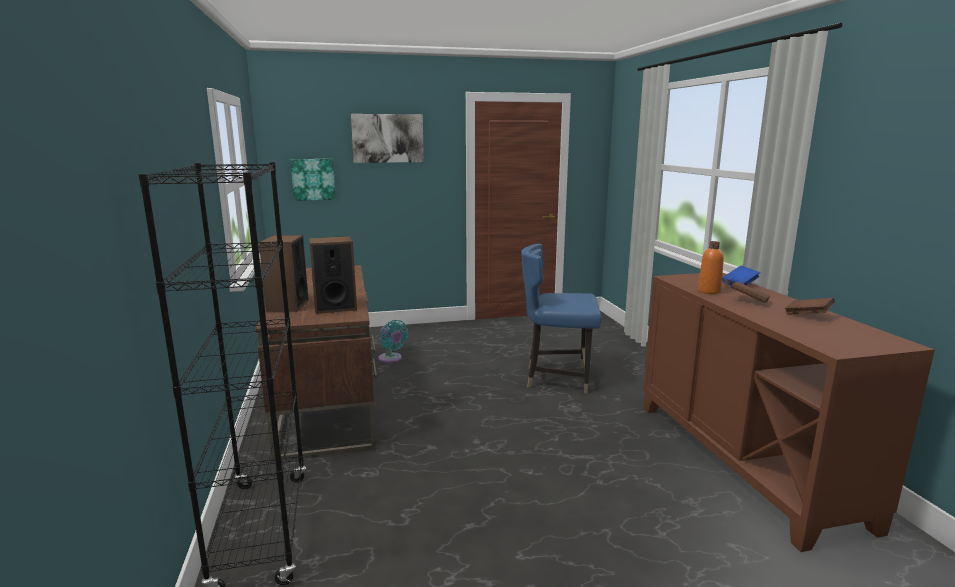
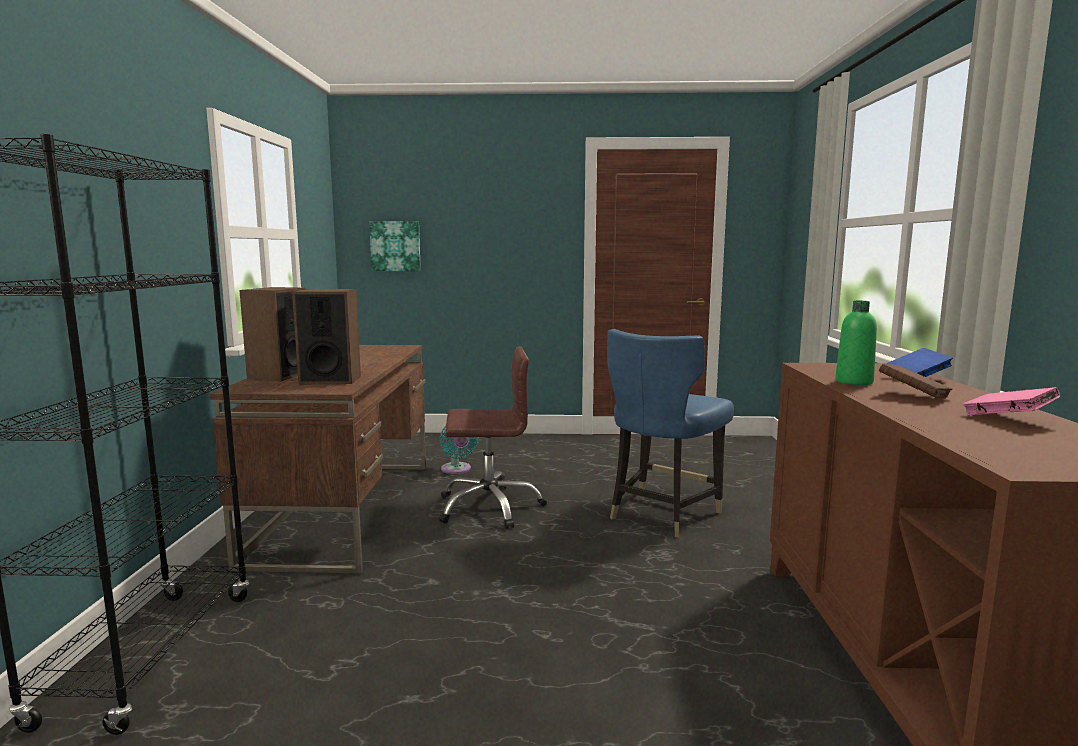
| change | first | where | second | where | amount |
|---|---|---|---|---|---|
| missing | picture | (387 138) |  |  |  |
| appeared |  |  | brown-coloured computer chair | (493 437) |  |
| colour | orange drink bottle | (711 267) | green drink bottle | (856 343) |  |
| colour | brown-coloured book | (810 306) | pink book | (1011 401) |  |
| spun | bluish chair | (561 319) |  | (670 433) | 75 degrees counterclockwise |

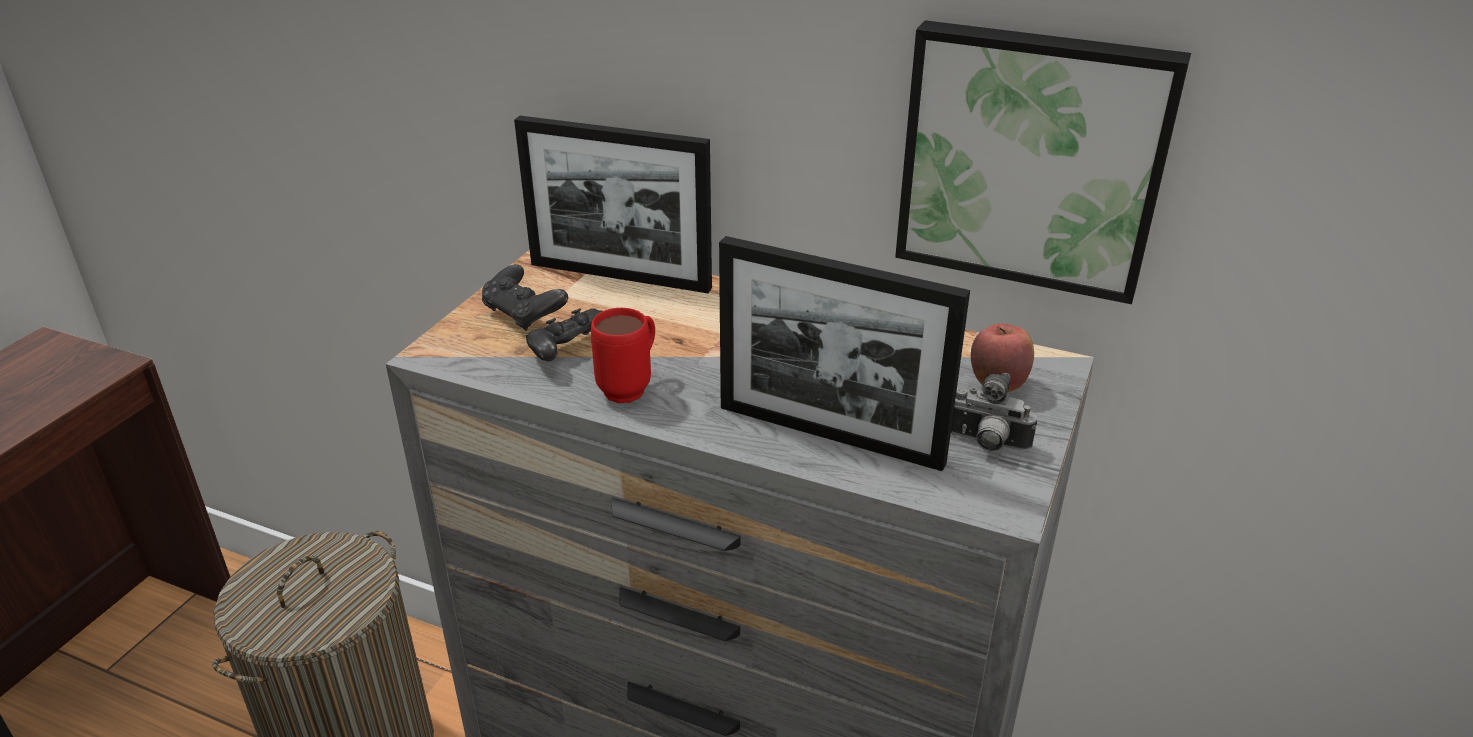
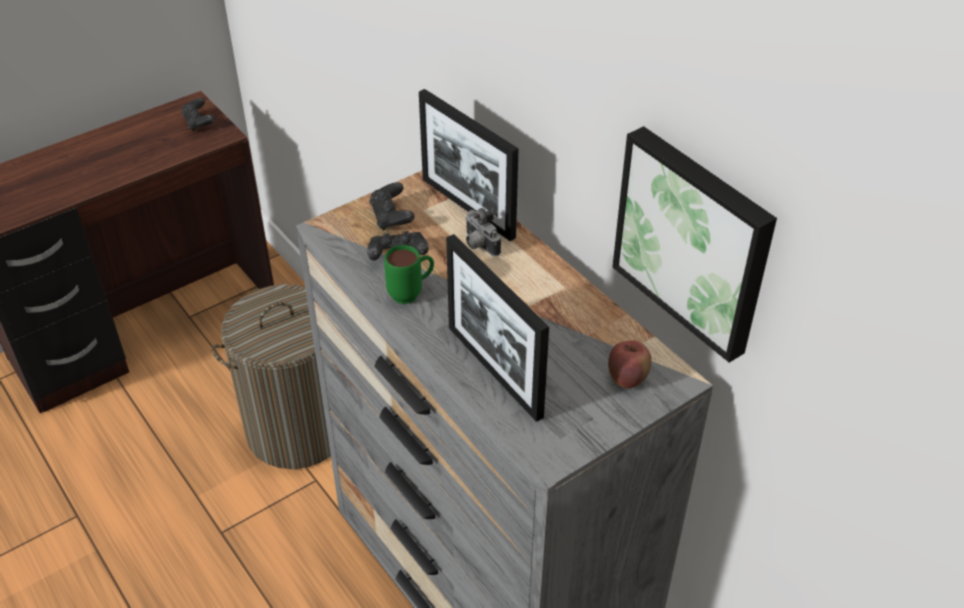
| change | first | where | second | where | amount |
|---|---|---|---|---|---|
| appeared |  |  | blackish gamepad | (198 114) |  |
| relocated | photo camera | (994 412) |  | (483 232) |  |
| colour | reddish tea mug | (623 355) | green tea mug | (409 274) |  |

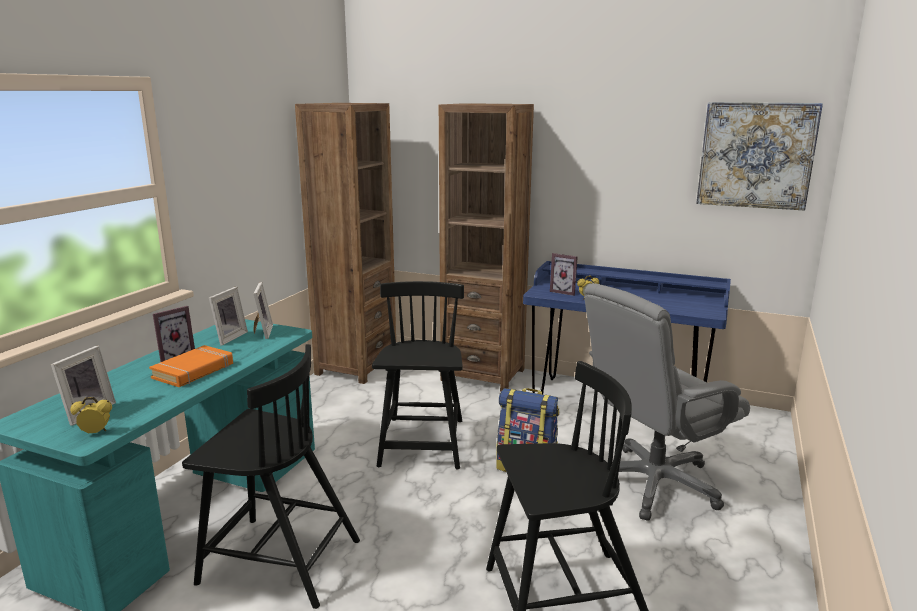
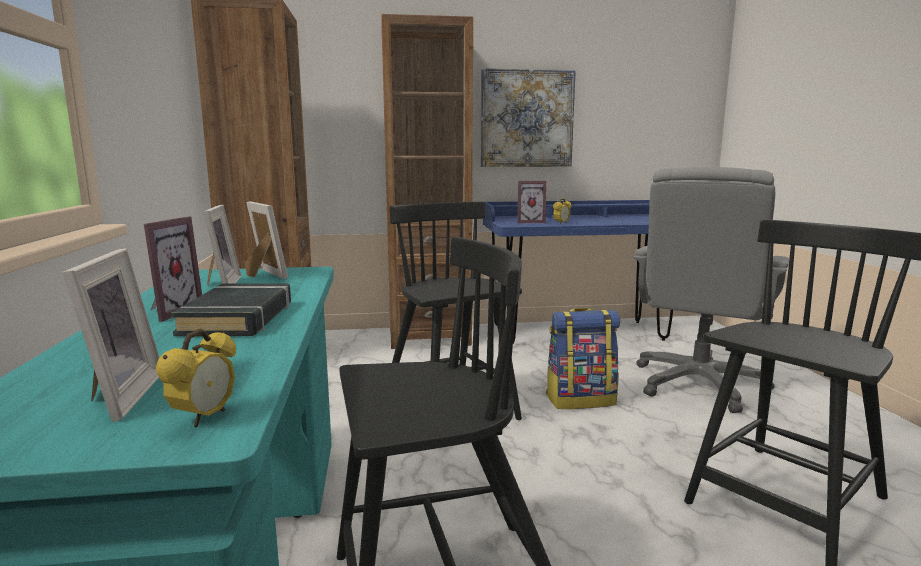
| change | first | where | second | where | amount |
|---|---|---|---|---|---|
| relocated | picture | (759 156) |  | (528 117) |  |
| colour | orange book | (191 366) | blackish book | (231 309) |  |
| spun | alarm clock | (91 415) |  | (196 378) | 150 degrees clockwise |

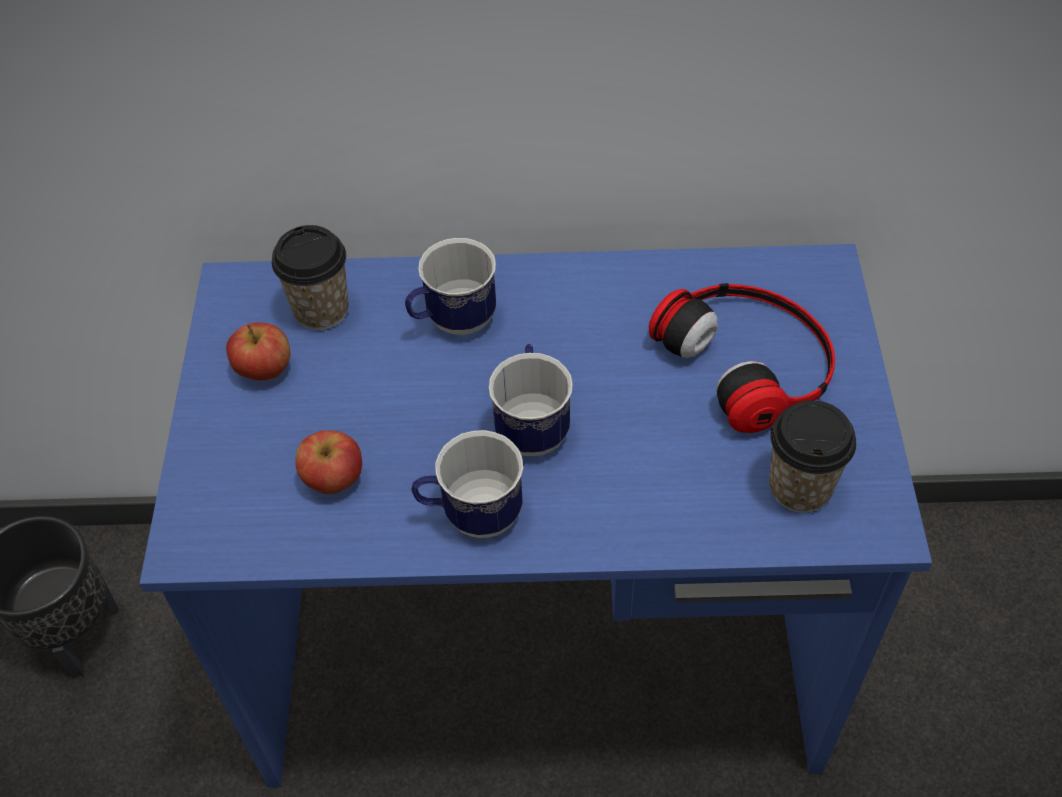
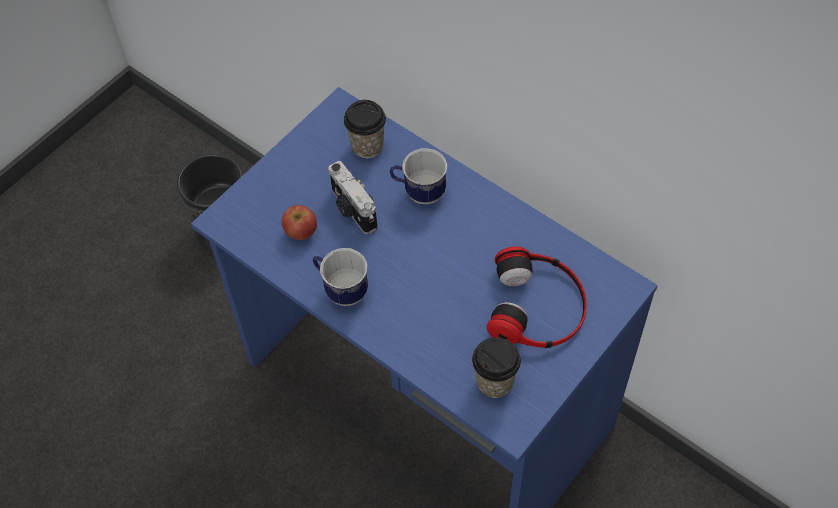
| change | first | where | second | where | amount |
|---|---|---|---|---|---|
| missing | apple fruit | (258 351) |  |  |  |
| missing | tea mug | (531 400) |  |  |  |
| appeared |  |  | photo camera | (353 197) |  |

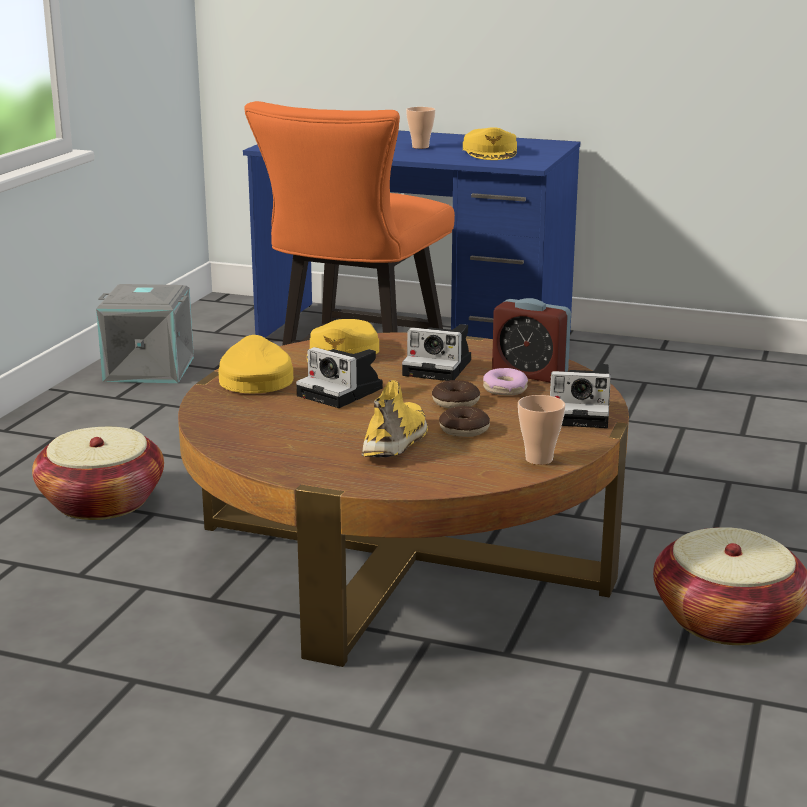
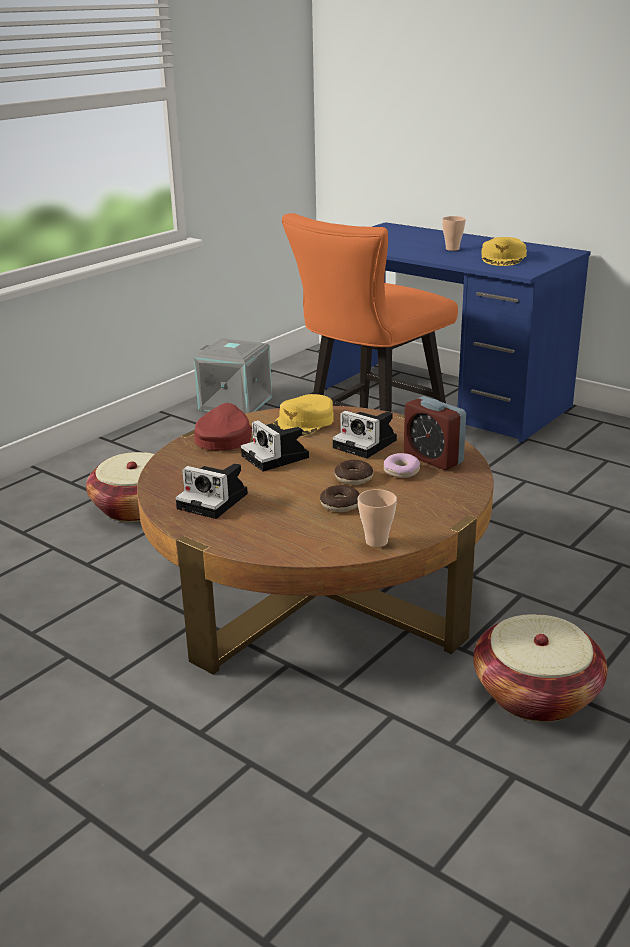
| change | first | where | second | where | amount |
|---|---|---|---|---|---|
| missing | yellow shoe | (394 418) |  |  |  |
| relocated | photo camera | (580 396) |  | (211 491) |  |
| colour | yellow peaked cap | (255 364) | reddish peaked cap | (223 427) |  |

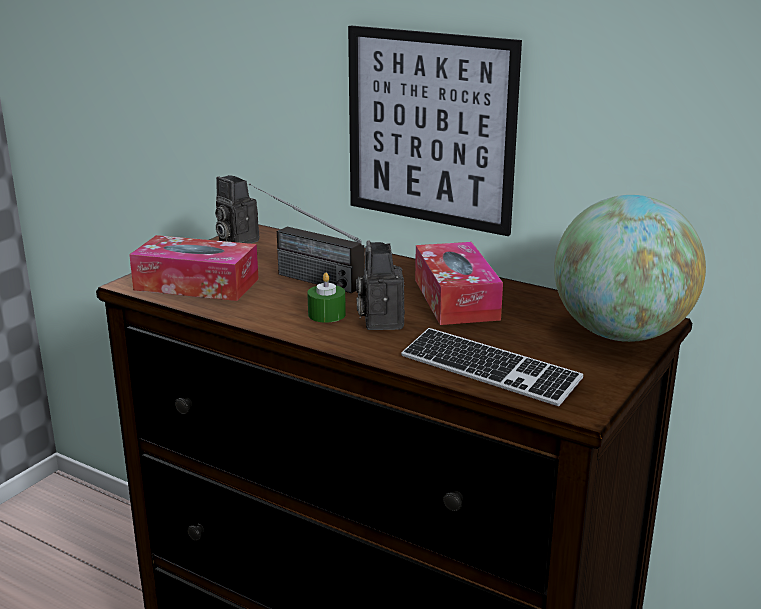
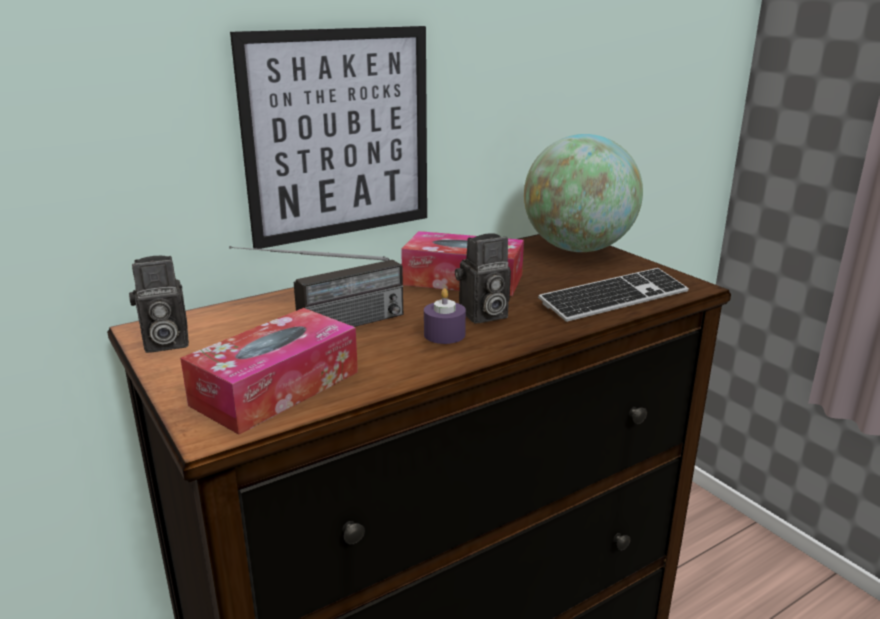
| change | first | where | second | where | amount |
|---|---|---|---|---|---|
| colour | green wax light | (326 298) | purple wax light | (445 316) |  |
| spun | photo camera | (380 285) |  | (483 278) | 45 degrees counterclockwise |

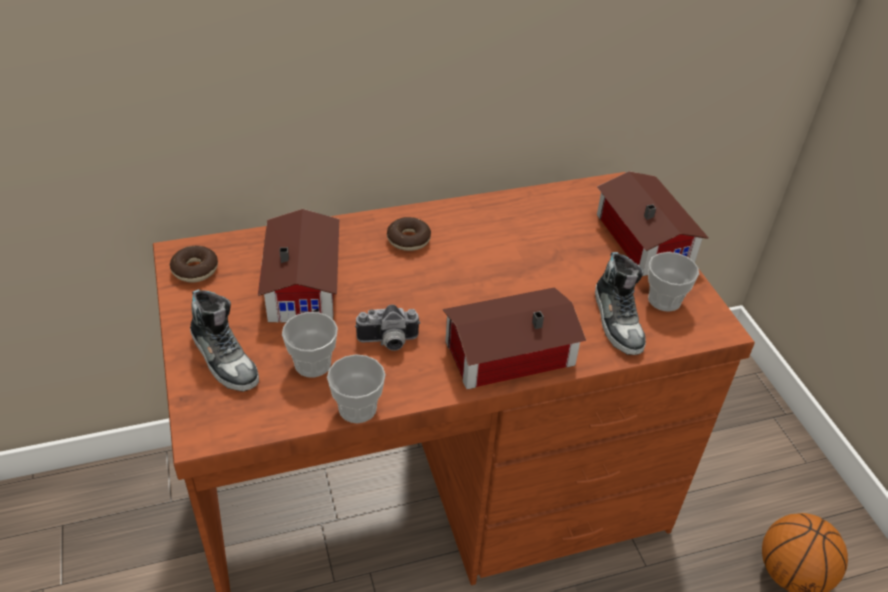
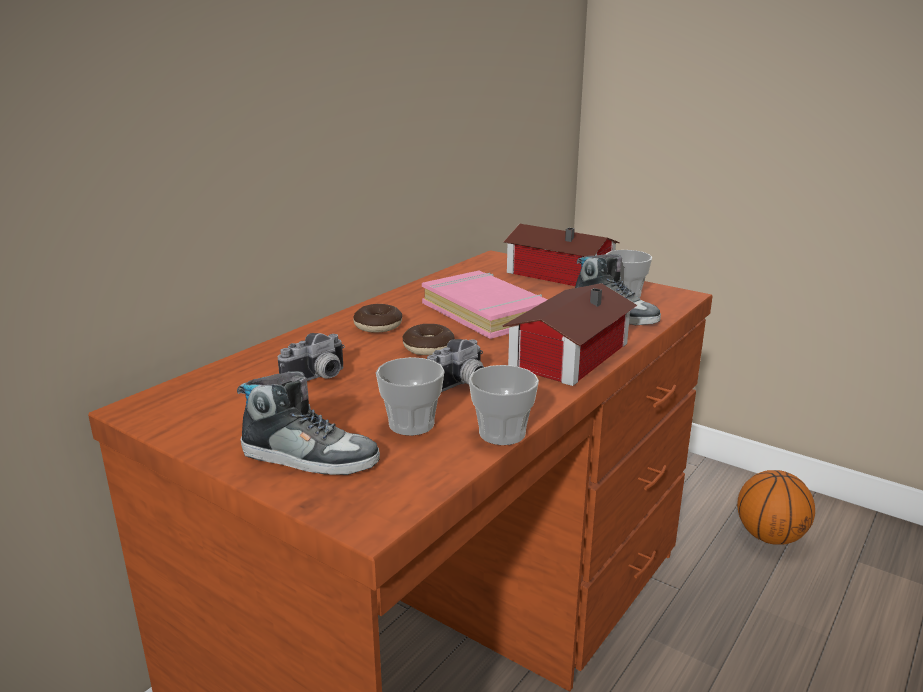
| change | first | where | second | where | amount |
|---|---|---|---|---|---|
| appeared |  |  | pink book | (485 305) |  |
| relocated | ring doughnut | (194 264) |  | (428 339) |  |
| exchanged | miniature house | (298 265) | photo camera | (311 357) |  |

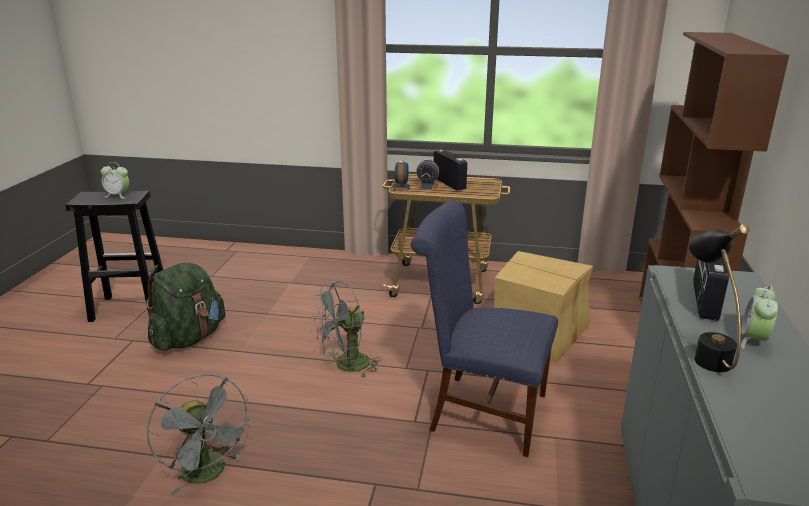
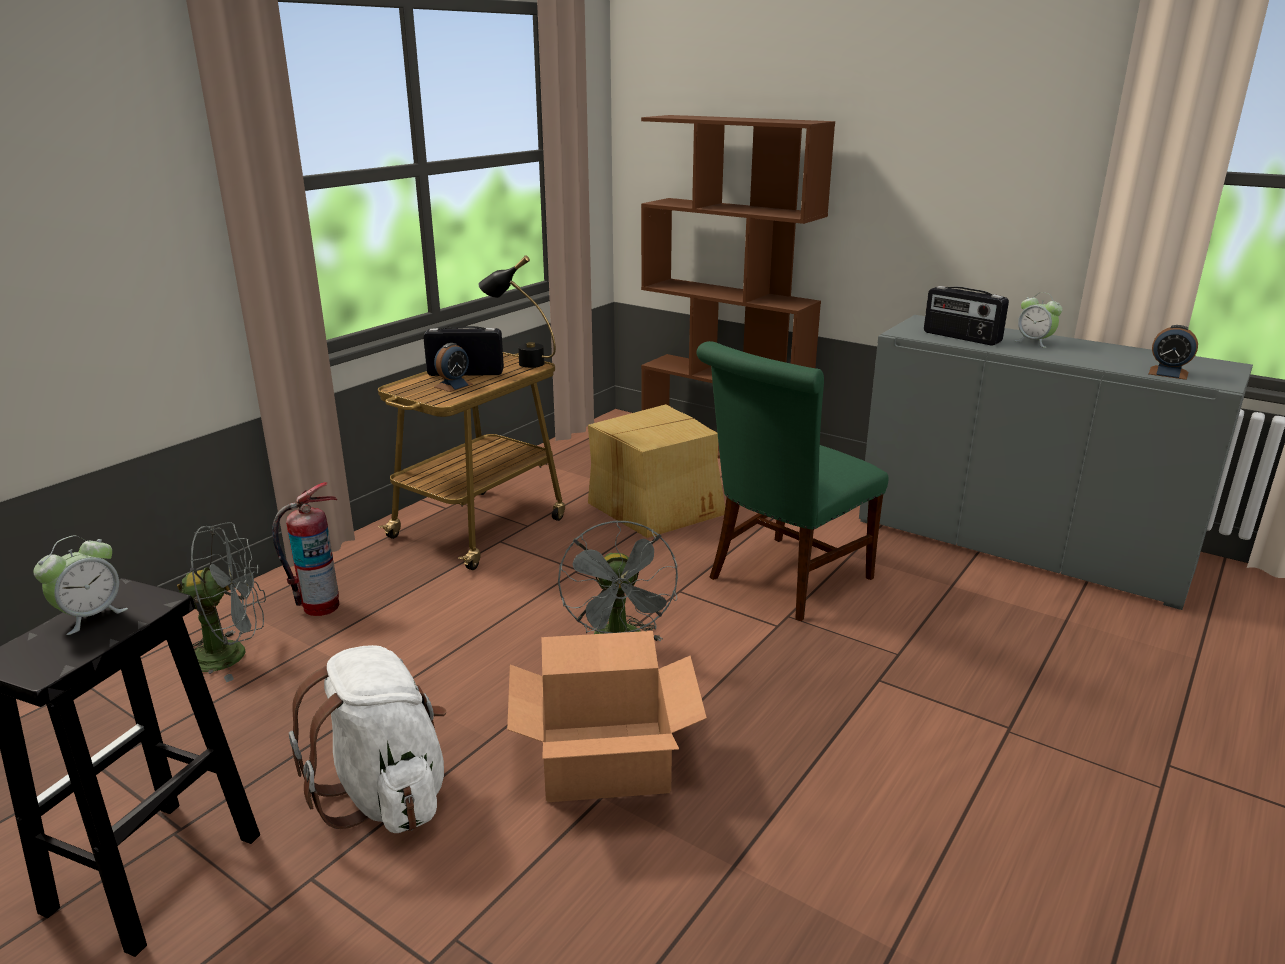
| change | first | where | second | where | amount |
|---|---|---|---|---|---|
| appeared |  |  | fire-fighting cylinder | (305 549) |  |
| appeared |  |  | cardboard box | (607 716) |  |
| relocated | gray electric fan | (199 435) |  | (221 602) |  |
| relocated | alarm clock | (401 175) |  | (1173 352) |  |
| relocated | blackish lamp for a table | (719 298) |  | (517 311) |  |
| colour | green backpack | (185 306) | white backpack | (367 739) |  |
| colour | bluish chair | (484 328) | green chair | (792 481) |  |

